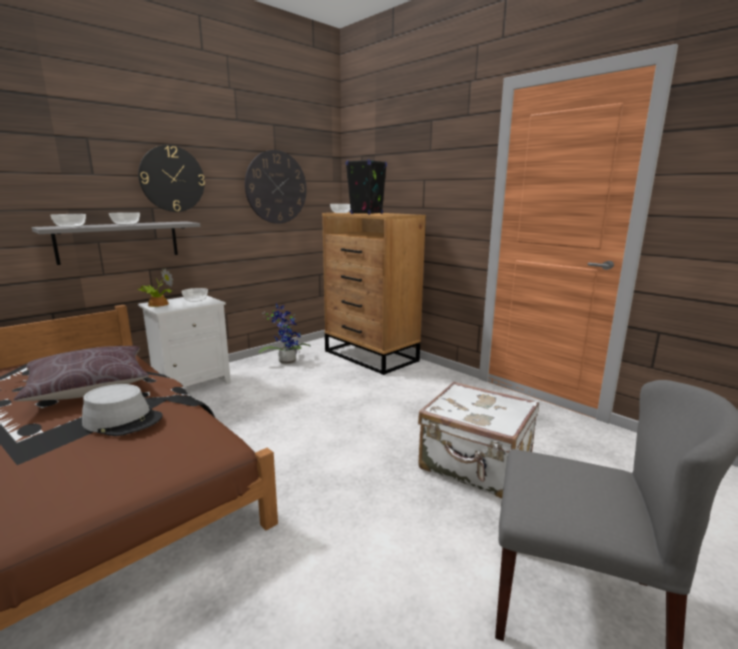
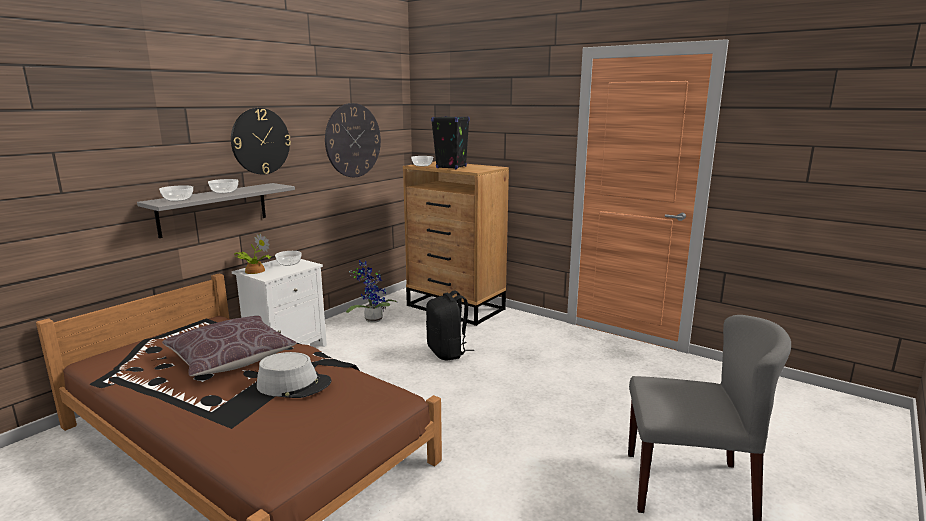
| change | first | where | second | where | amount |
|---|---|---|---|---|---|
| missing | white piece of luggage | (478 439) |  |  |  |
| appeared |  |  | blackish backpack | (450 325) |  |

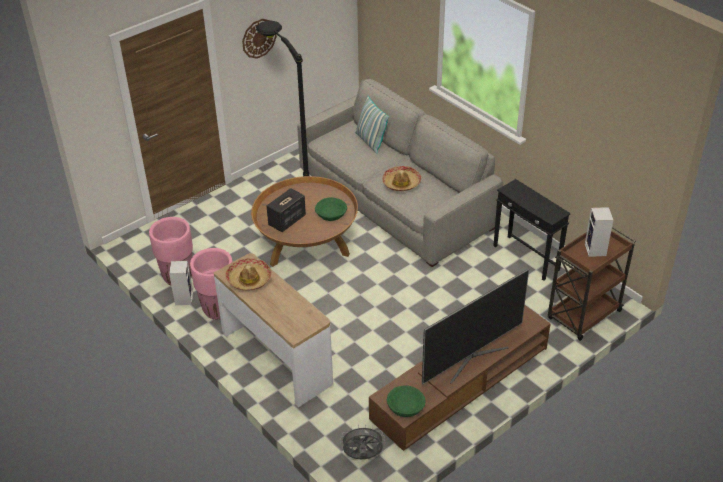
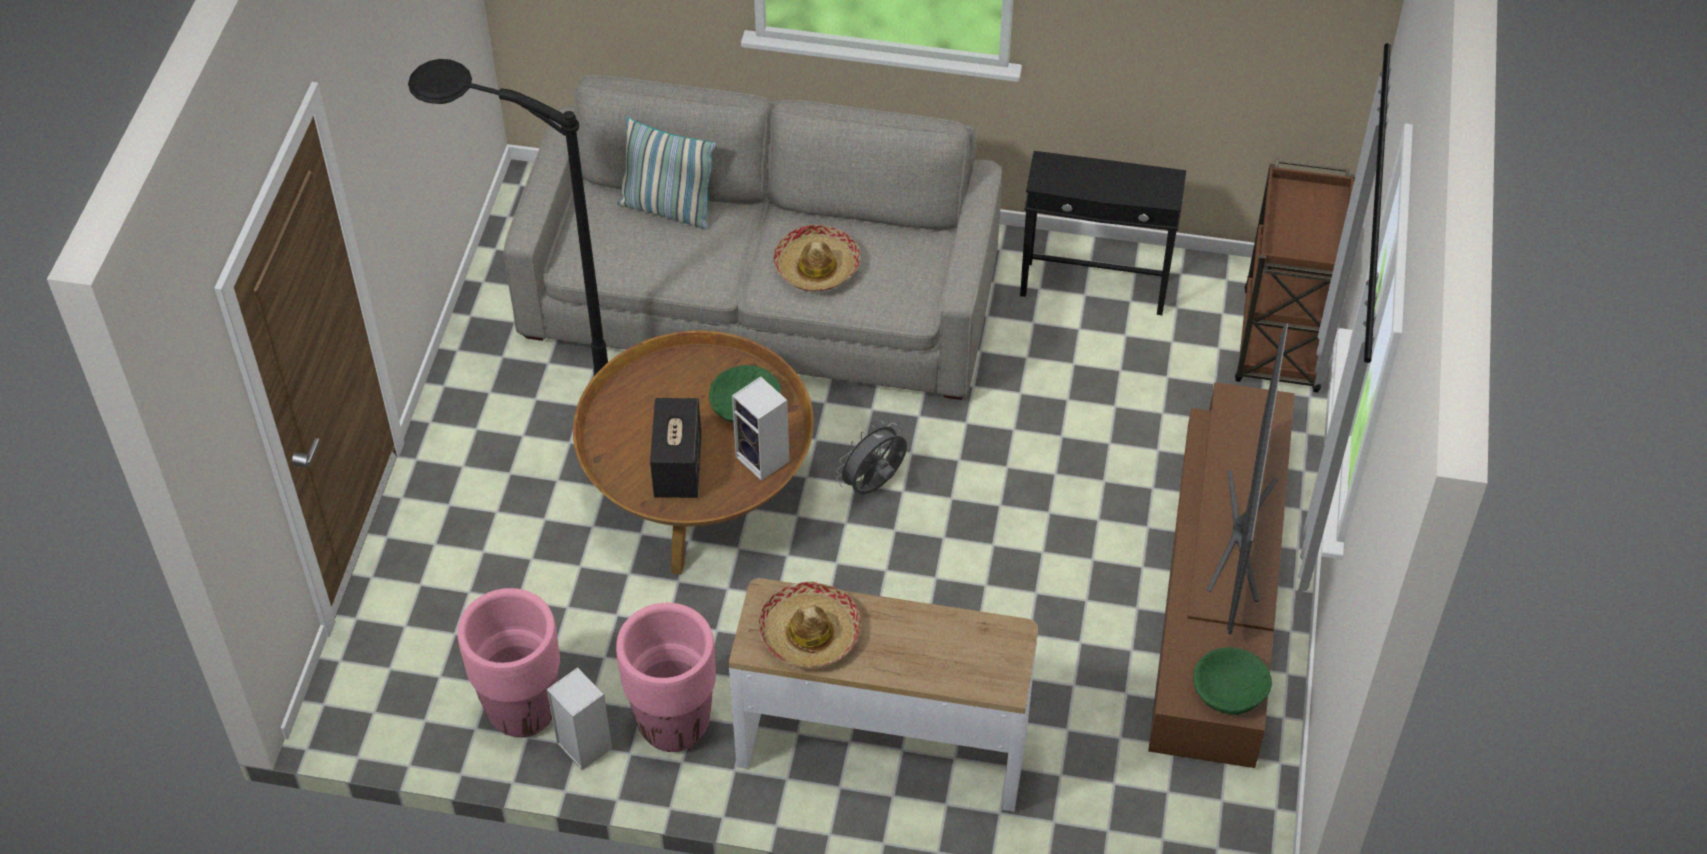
| change | first | where | second | where | amount |
|---|---|---|---|---|---|
| missing | clock on the wall | (259 39) |  |  |  |
| relocated | gray electric fan | (362 441) |  | (871 458) |  |
| relocated | loudspeaker | (599 232) |  | (760 429) |  |

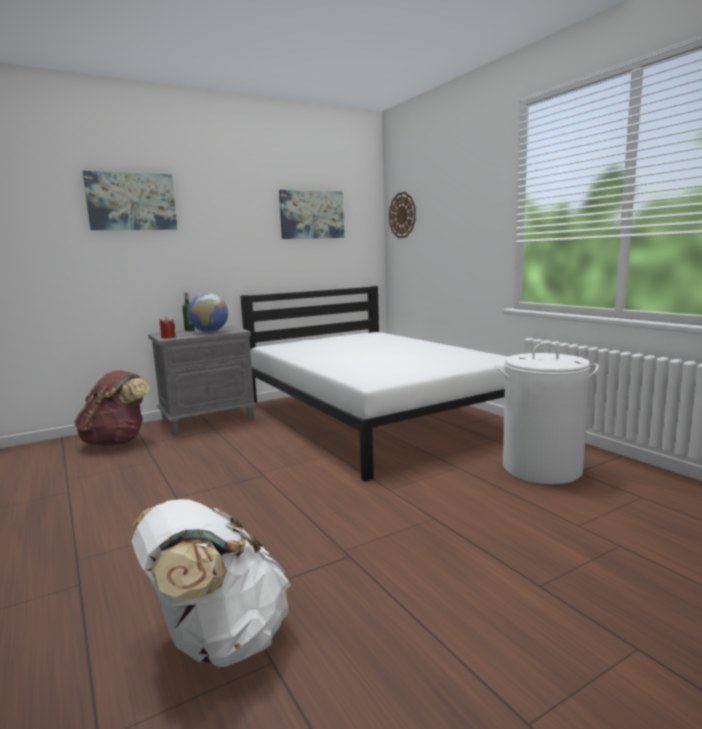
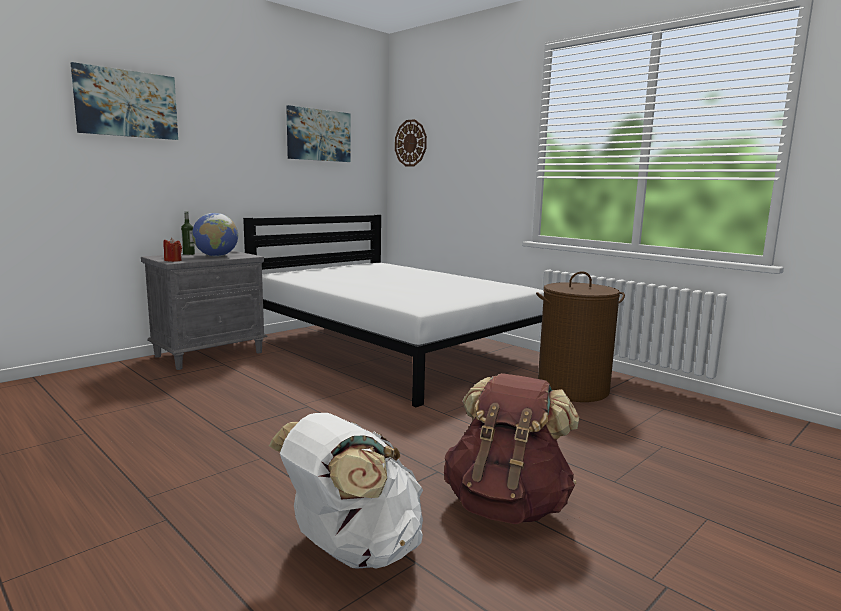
| change | first | where | second | where | amount |
|---|---|---|---|---|---|
| relocated | brown-coloured backpack | (112 408) |  | (511 448) |  |
| colour | white hamper | (547 413) | brown-coloured hamper | (580 336) |  |

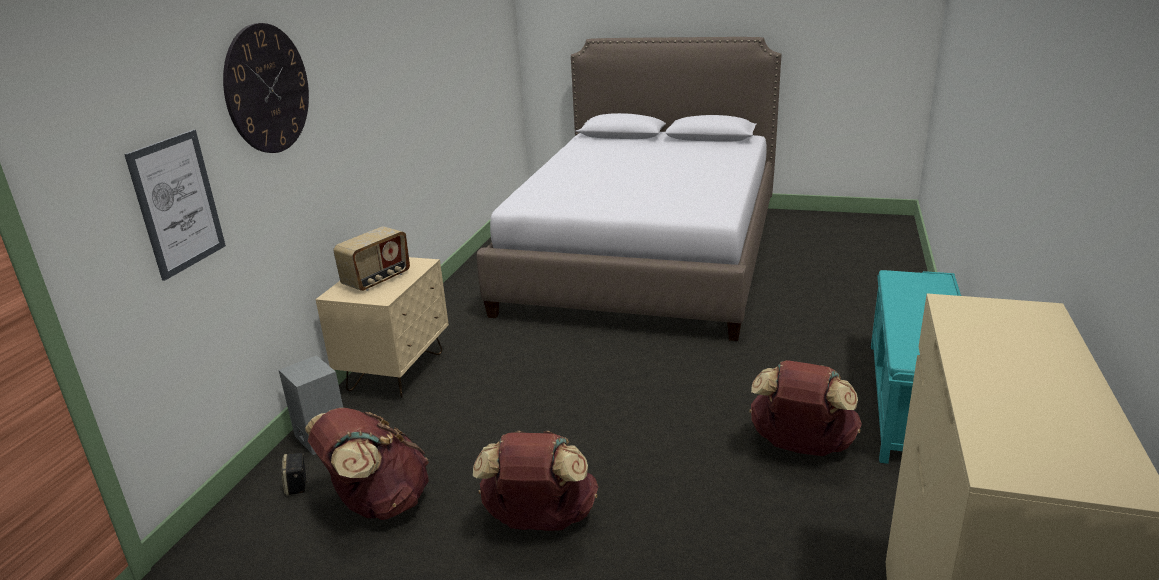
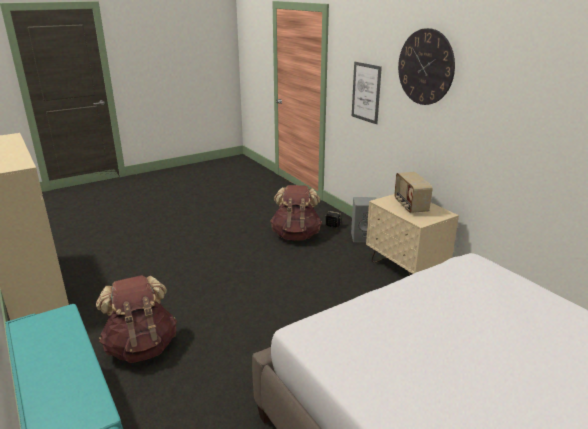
| change | first | where | second | where | amount |
|---|---|---|---|---|---|
| missing | brown-coloured backpack | (535 481) |  |  |  |

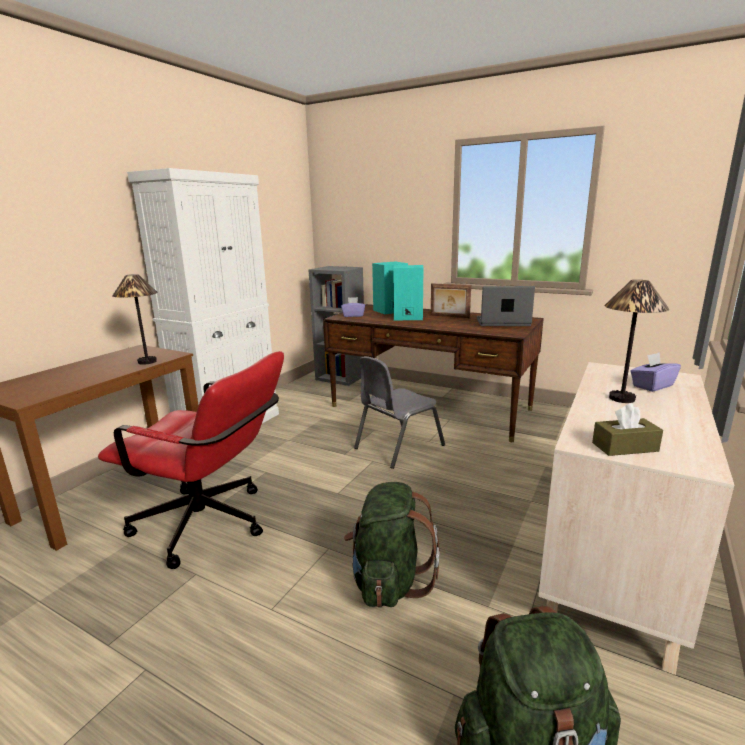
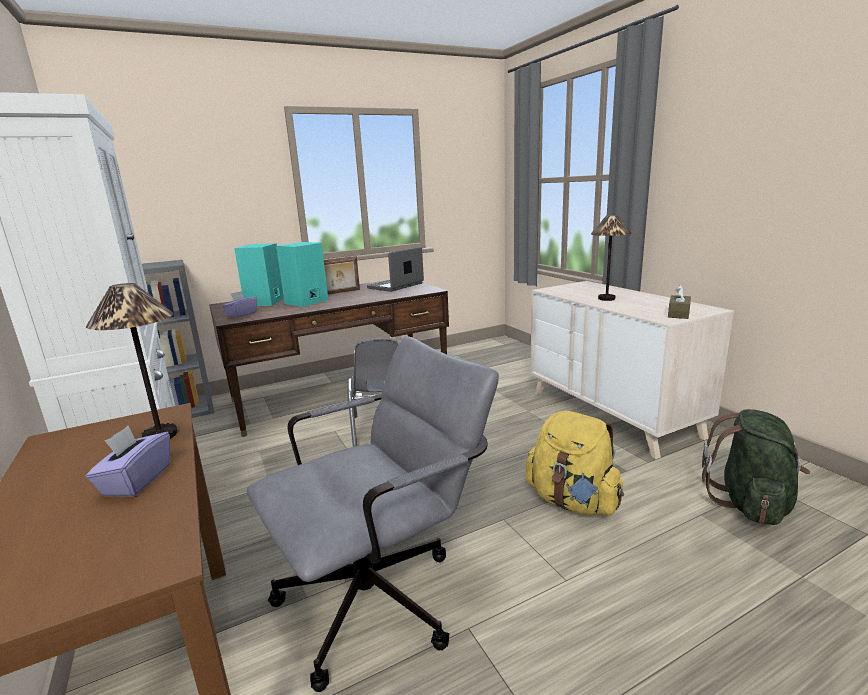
| change | first | where | second | where | amount |
|---|---|---|---|---|---|
| relocated | purple tissue holder | (655 372) |  | (128 461) |  |
| colour | reddish computer chair | (191 460) | gray computer chair | (373 514) |  |
| colour | green backpack | (392 545) | yellow backpack | (574 463) |  |

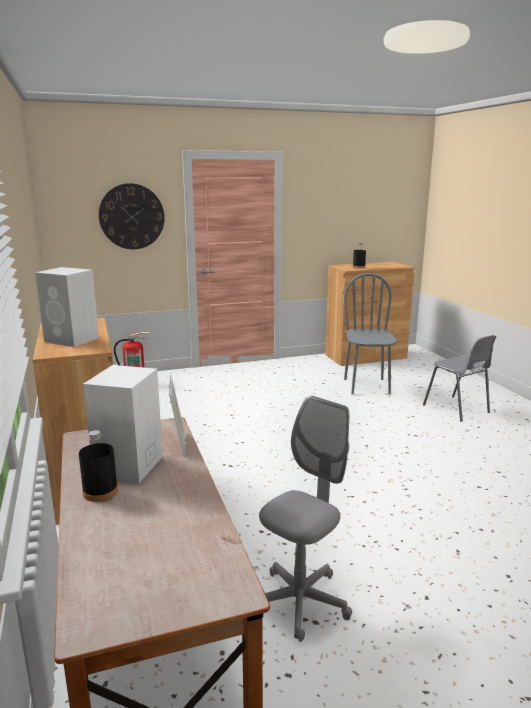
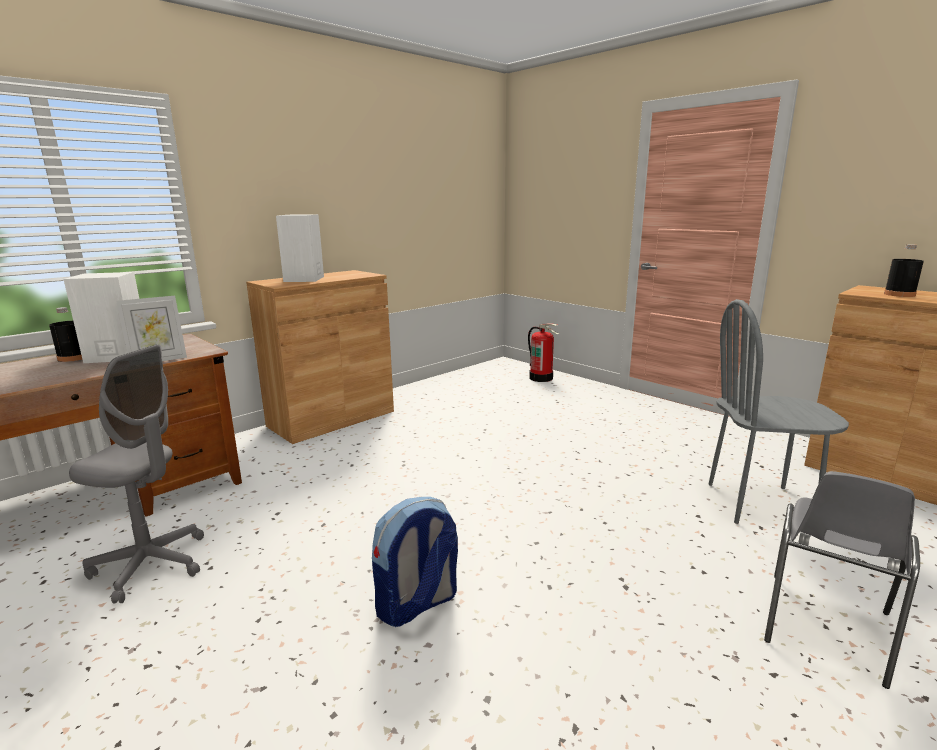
| change | first | where | second | where | amount |
|---|---|---|---|---|---|
| missing | clock on the wall | (132 216) |  |  |  |
| appeared |  |  | backpack | (415 562) |  |
| spun | gray chair | (370 334) |  | (779 411) | 150 degrees counterclockwise |

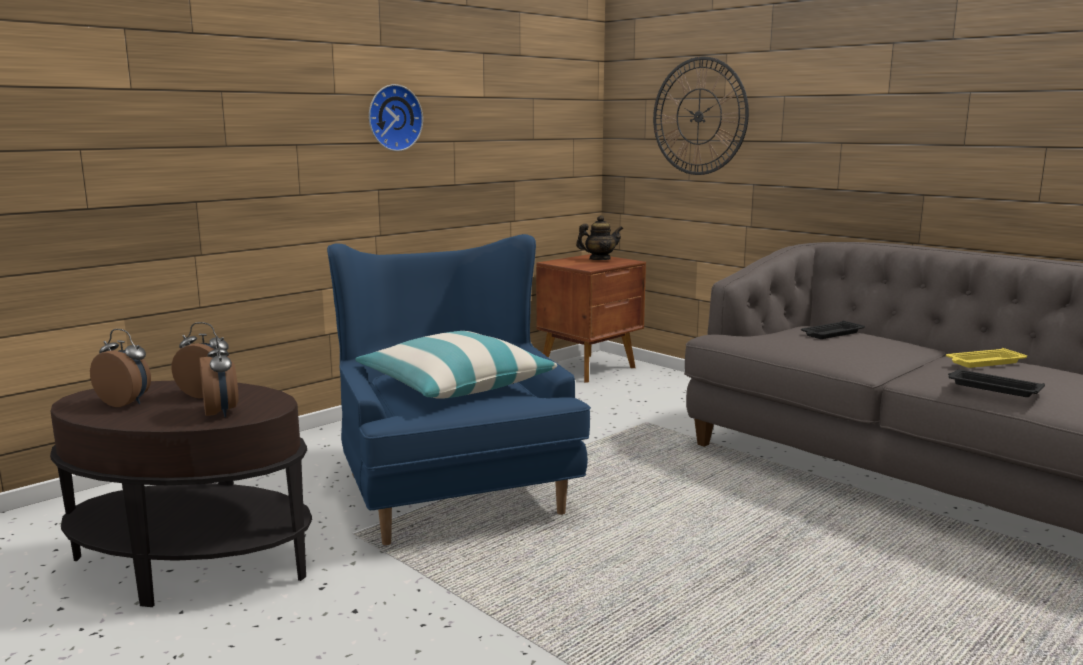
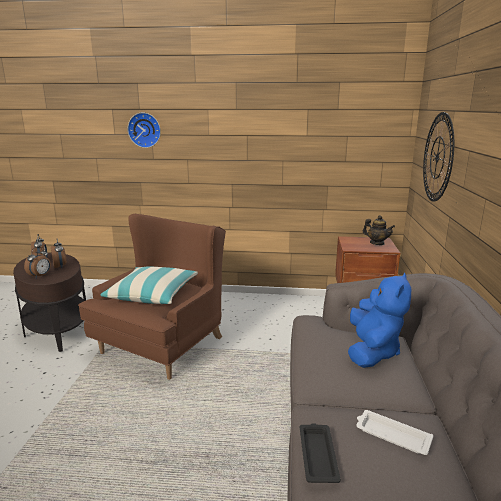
| change | first | where | second | where | amount |
|---|---|---|---|---|---|
| relocated | clock on the wall | (396 117) |  | (144 130) |  |
| exchanged | blackish carrying tray | (833 330) | bluish plush toy | (379 320) |  |
| colour | bluish easy chair | (459 389) | brown-coloured easy chair | (152 297) |  |
| colour | yellow carrying tray | (986 358) | white carrying tray | (394 432) |  |

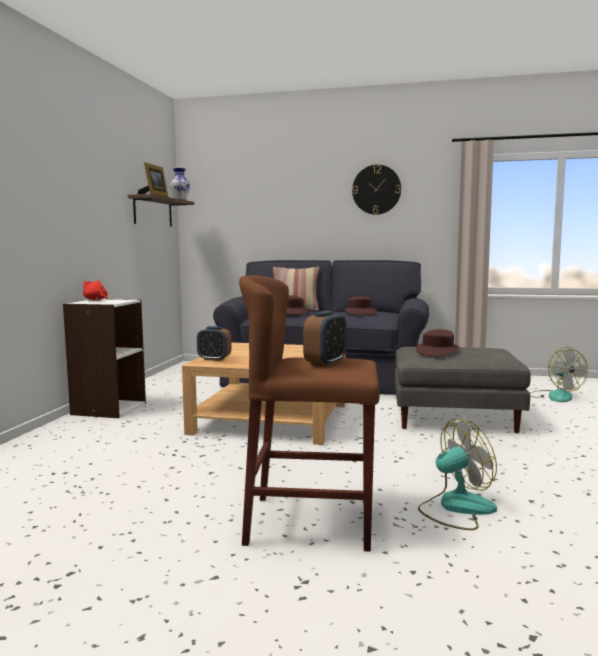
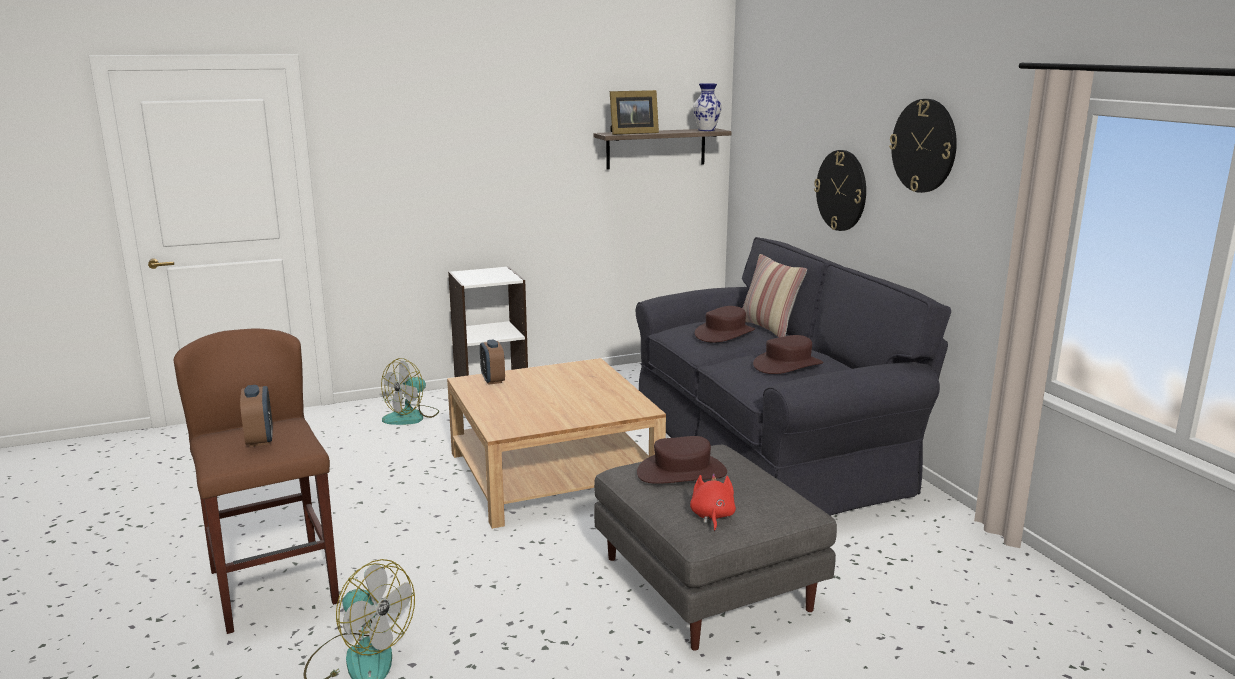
| change | first | where | second | where | amount |
|---|---|---|---|---|---|
| appeared |  |  | clock on the wall | (840 190) |  |
| relocated | reddish plush toy | (95 290) |  | (713 502) |  |
| relocated | electric fan | (559 374) |  | (410 391) |  |
| spun | alarm clock | (325 339) |  | (256 416) | 105 degrees counterclockwise |

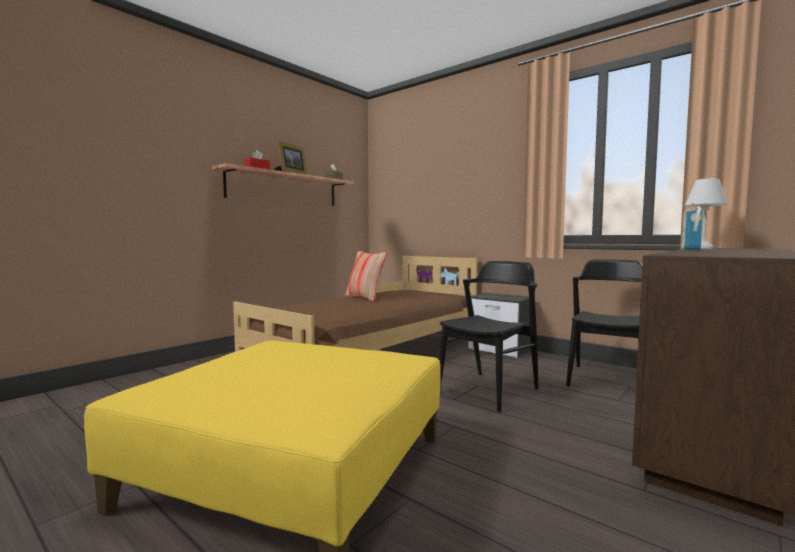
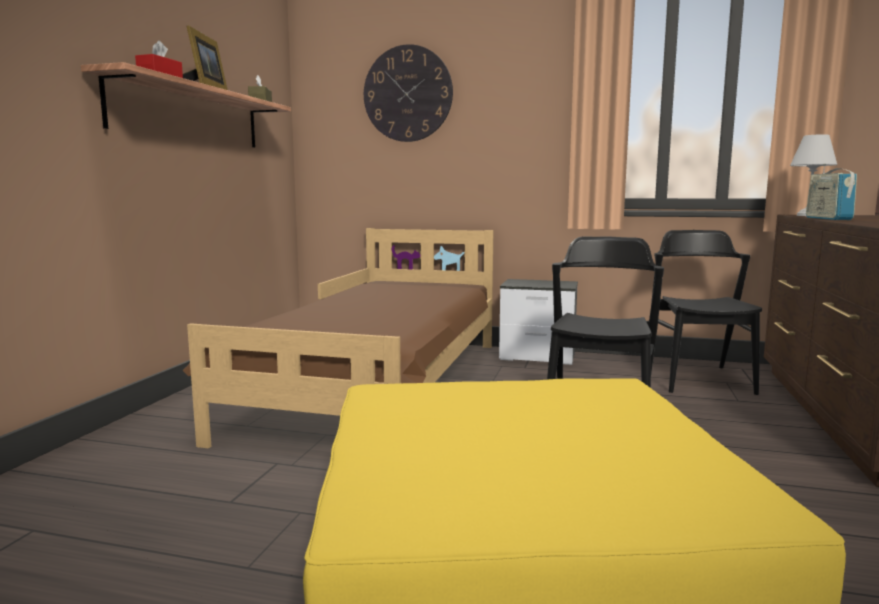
| change | first | where | second | where | amount |
|---|---|---|---|---|---|
| missing | cushion | (366 276) |  |  |  |
| appeared |  |  | clock on the wall | (408 93) |  |

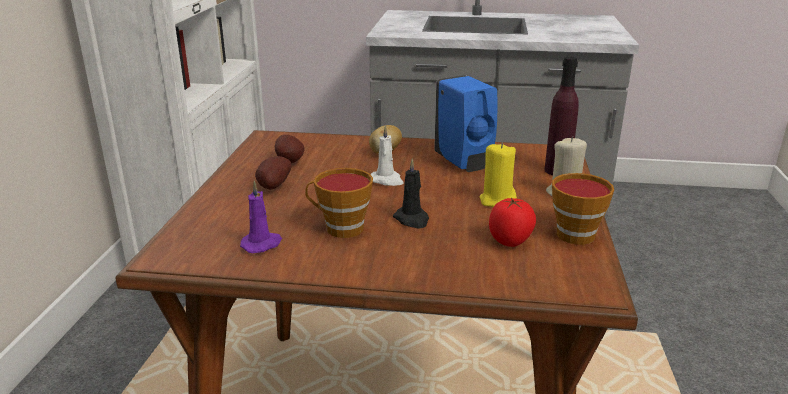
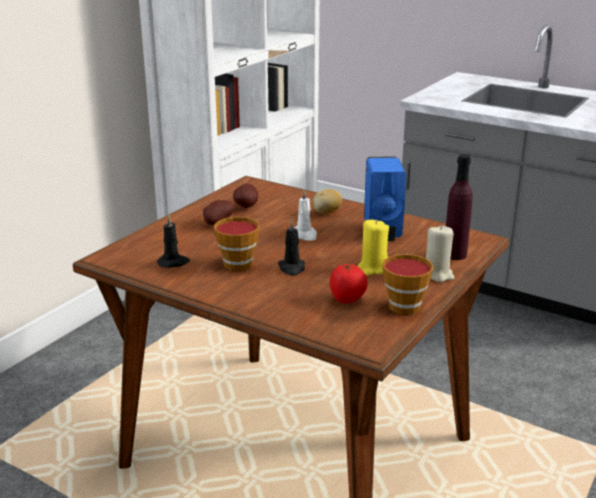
| change | first | where | second | where | amount |
|---|---|---|---|---|---|
| colour | purple wax light | (261 217) | blackish wax light | (173 241) |  |

